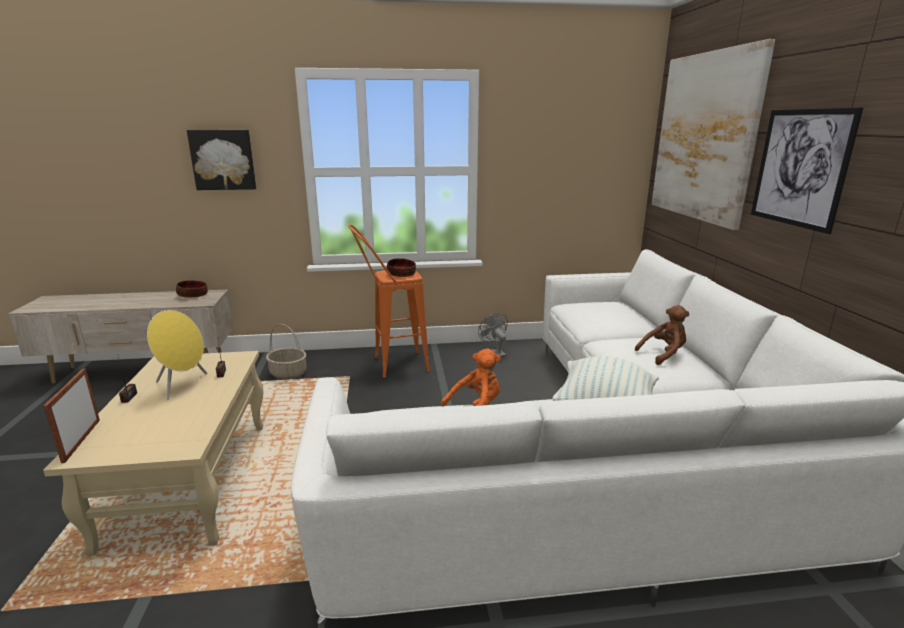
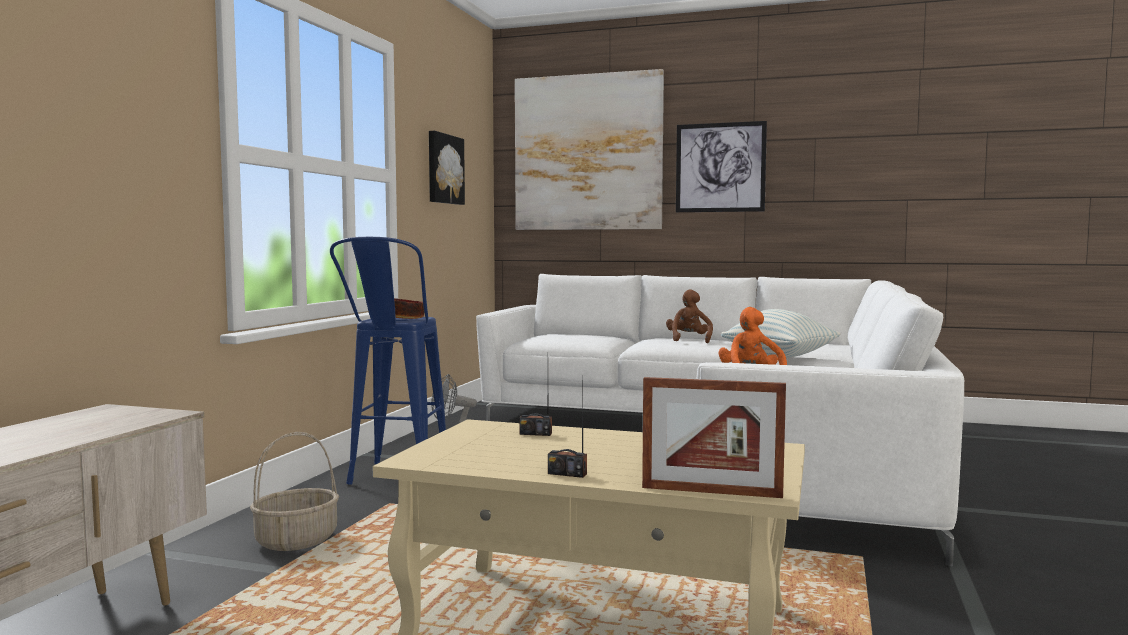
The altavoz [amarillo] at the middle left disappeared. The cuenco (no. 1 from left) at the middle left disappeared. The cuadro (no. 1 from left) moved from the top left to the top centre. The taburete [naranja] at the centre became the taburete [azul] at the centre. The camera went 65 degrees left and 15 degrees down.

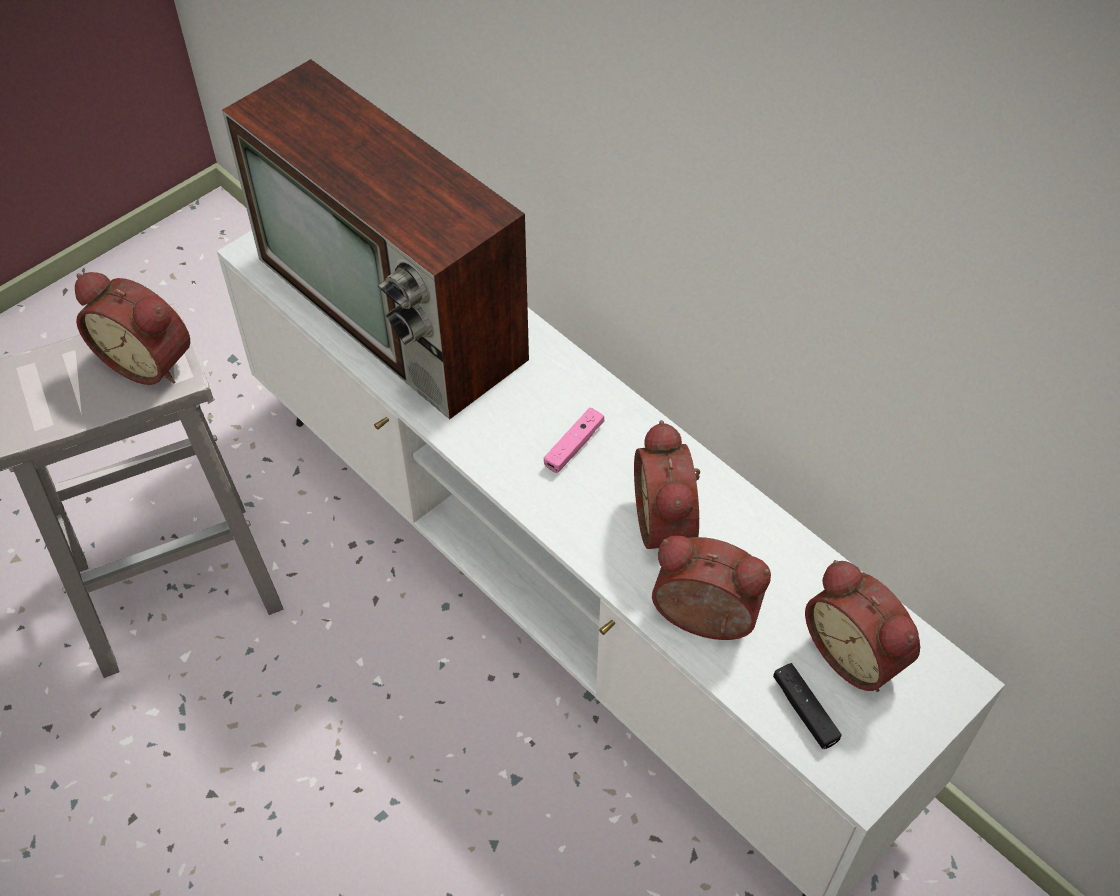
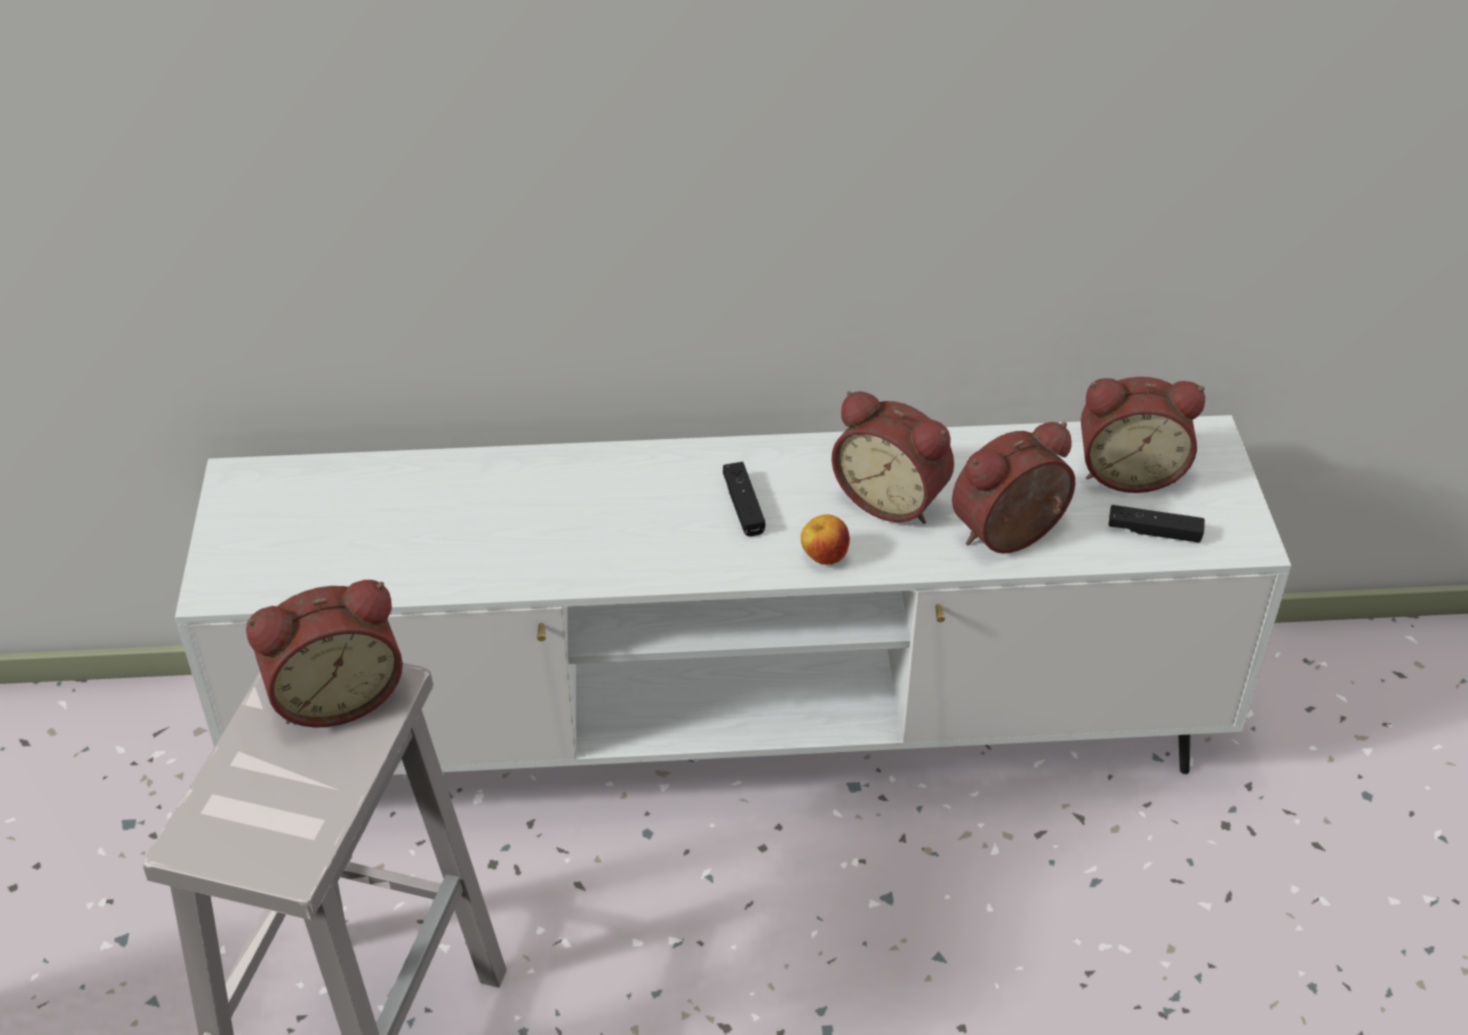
The televisor at the top centre disappeared. The manzana at the centre appeared. The mando de consola [rosa] at the centre became the mando de consola [negro] (no. 1 from left) at the centre. The camera went 50 degrees left and 10 degrees down.

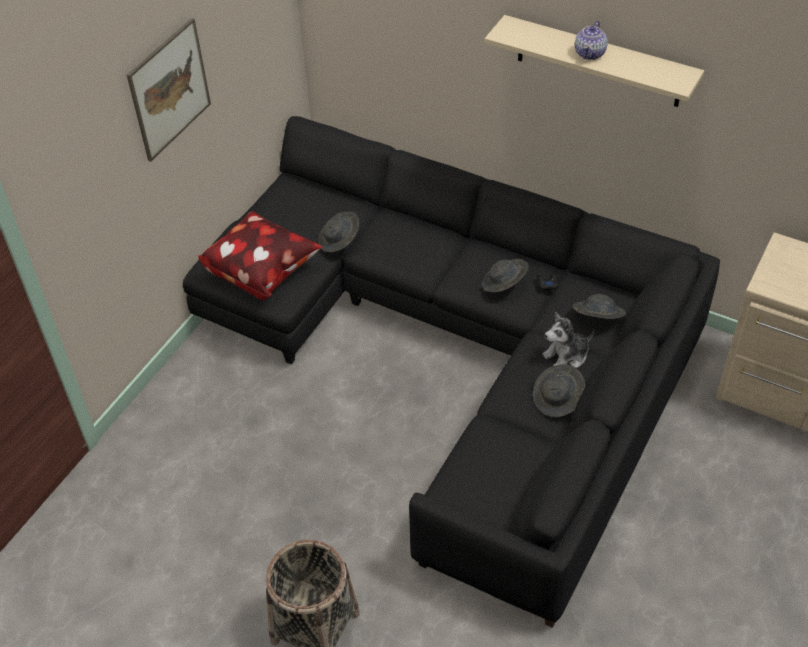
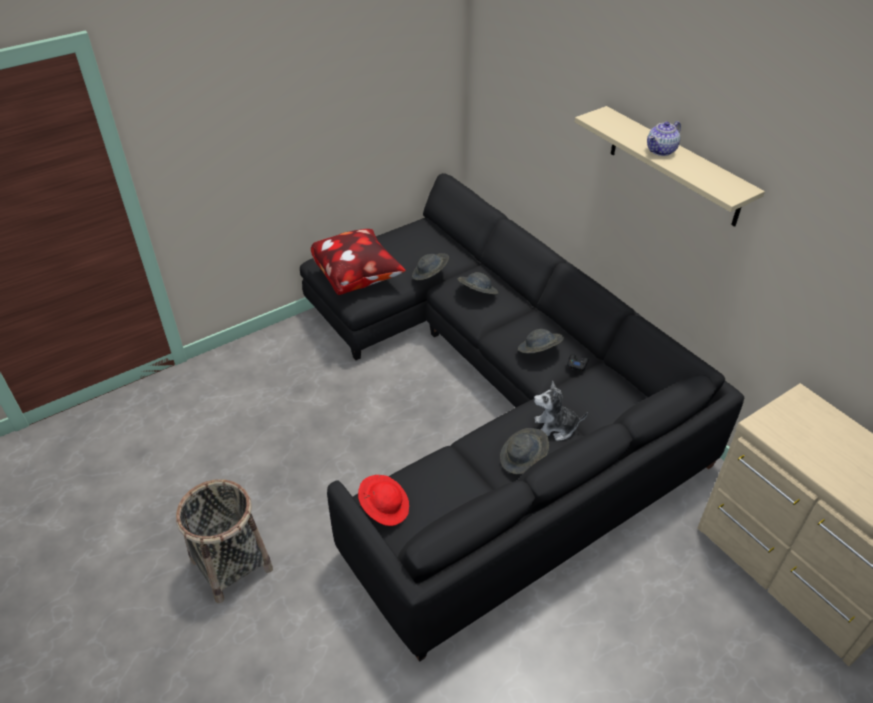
The cuadro at the top left disappeared. The sombrero [rojo] at the bottom centre appeared. The sombrero [gris] (no. 4 from left in the first image) moved from the middle right to the centre. The camera went 25 degrees right and 5 degrees down.

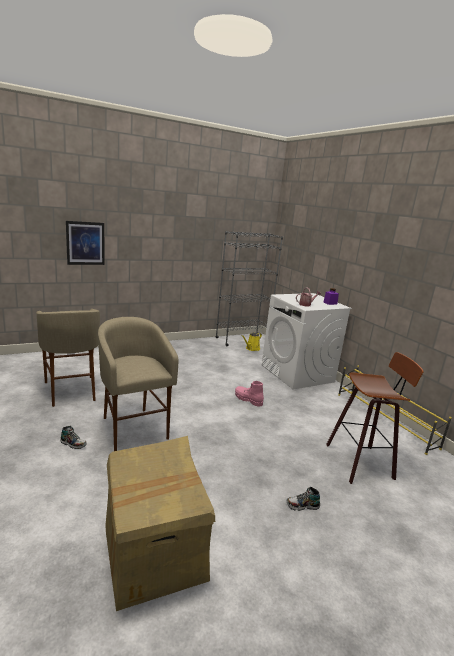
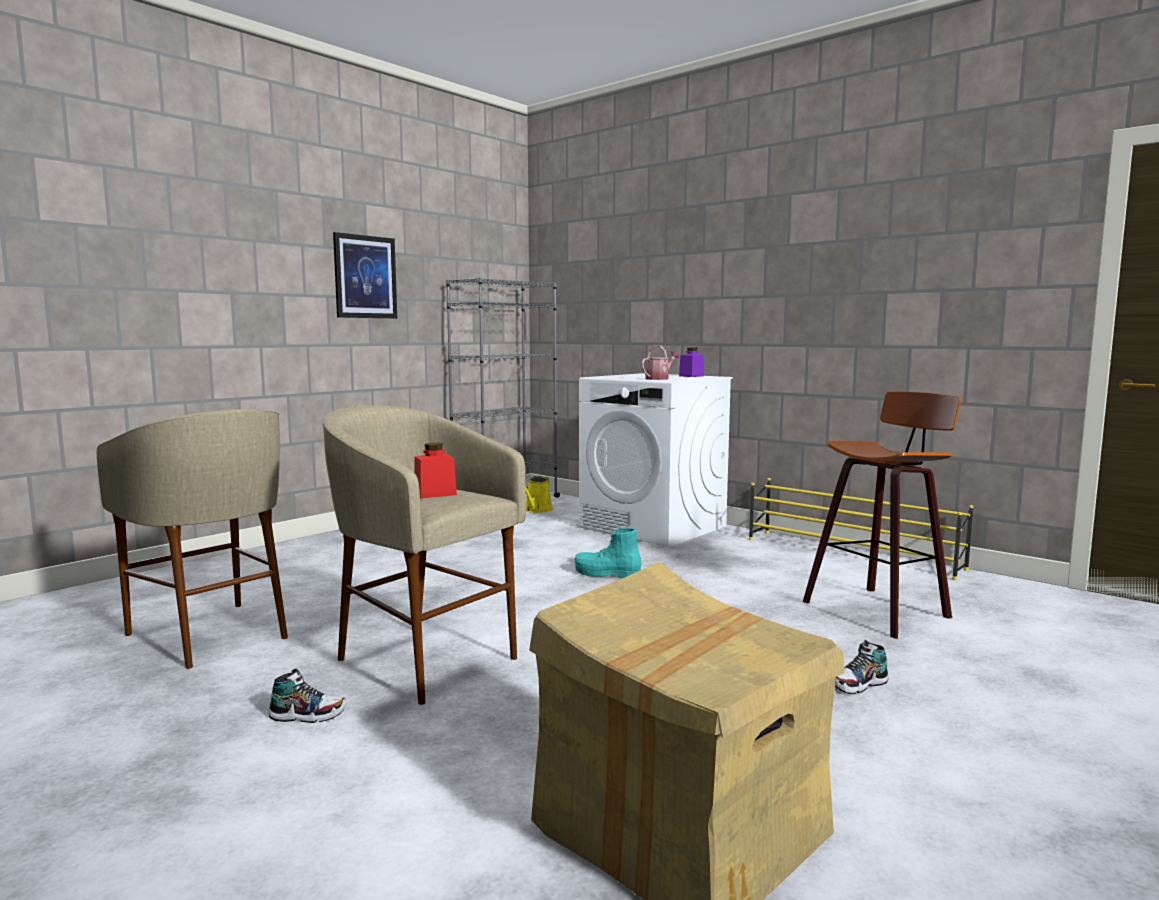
The tarro [rojo] at the centre appeared. The cuadro moved from the middle left to the top left. The bota [rosa] at the centre became the bota [turquesa] at the centre. The camera went 20 degrees left and 10 degrees down.

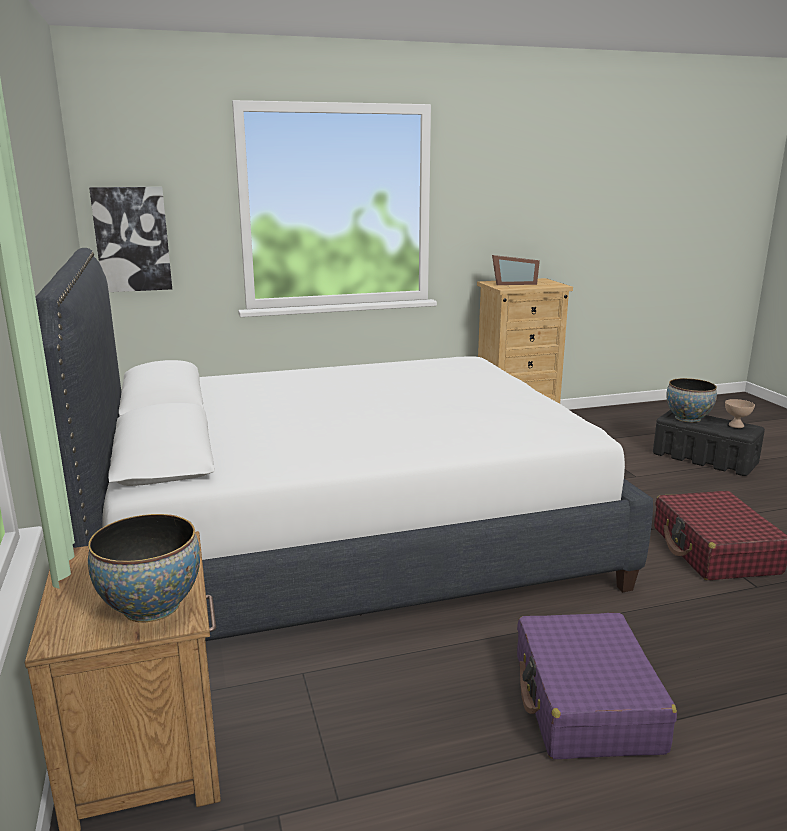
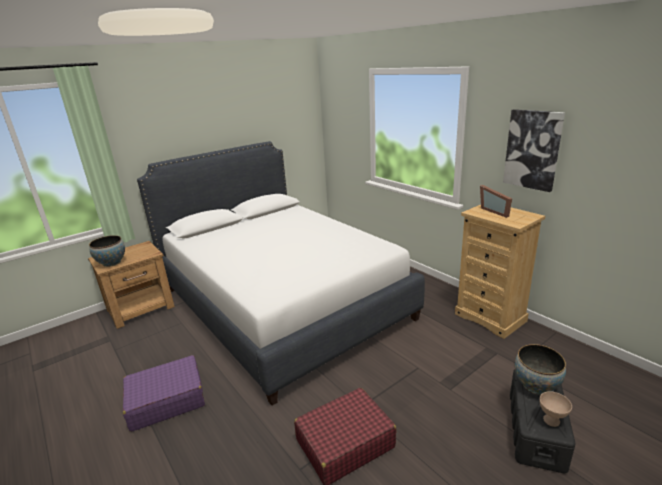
The cuadro moved from the top left to the top right. The camera went 70 degrees right and 5 degrees up.

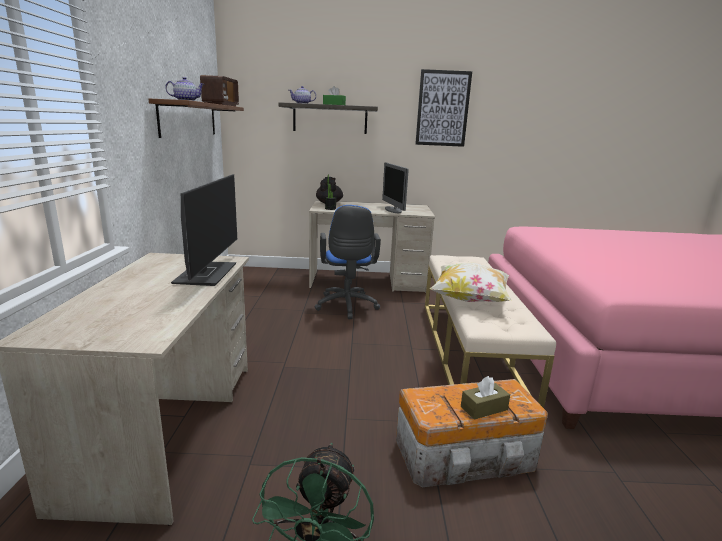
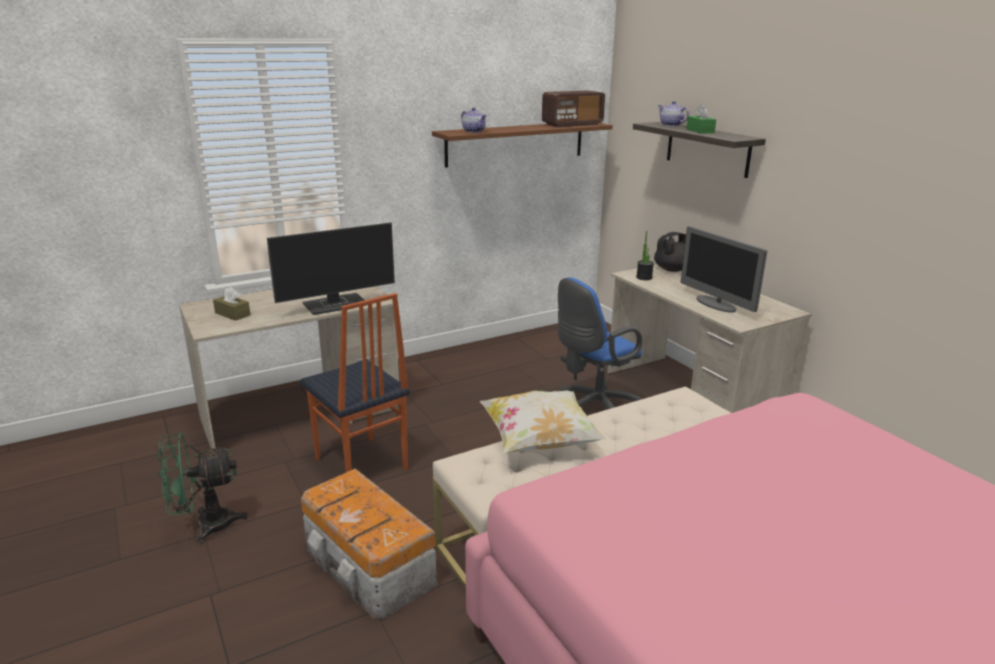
The cuadro at the top centre disappeared. The silla at the centre appeared. The caja de pañuelos [marrón] moved from the bottom right to the middle left. The monitor (no. 2 from left) at the centre turned 75 degrees counterclockwise. The camera went 60 degrees right and 5 degrees up.

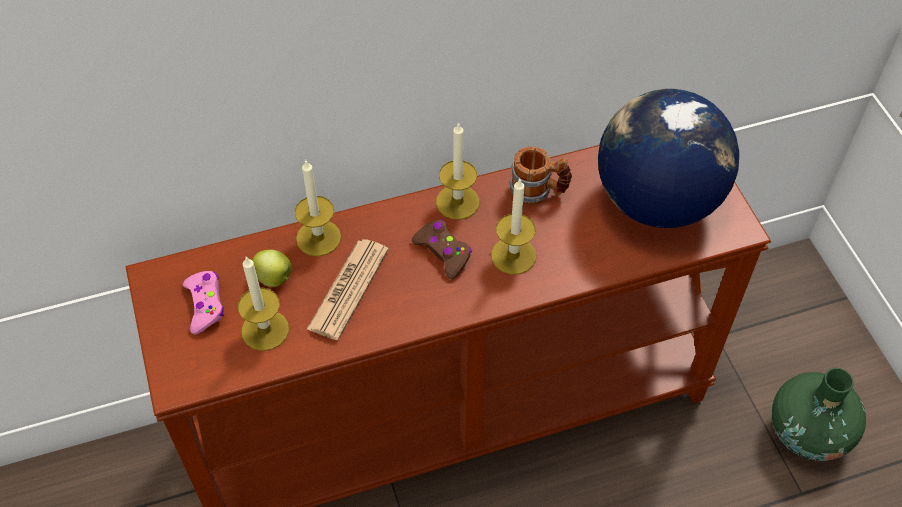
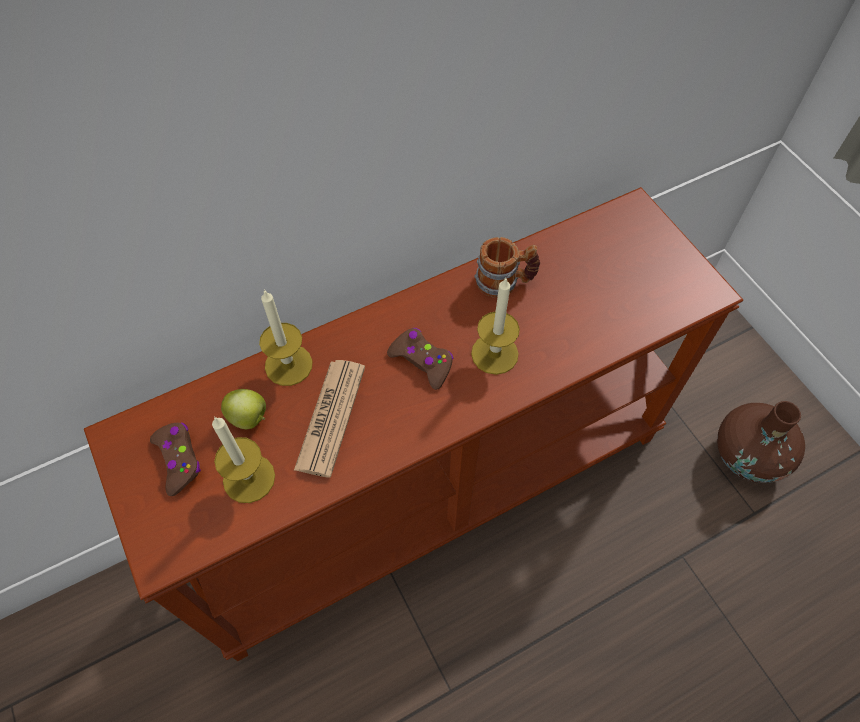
The vela (no. 3 from left) at the centre disappeared. The globo terráqueo at the top right disappeared. The mando de consola [rosa] at the middle left became the mando de consola [marrón] (no. 1 from left) at the middle left. The florero [verde] at the bottom right became the florero [marrón] at the middle right. The camera went 10 degrees left and 5 degrees up.

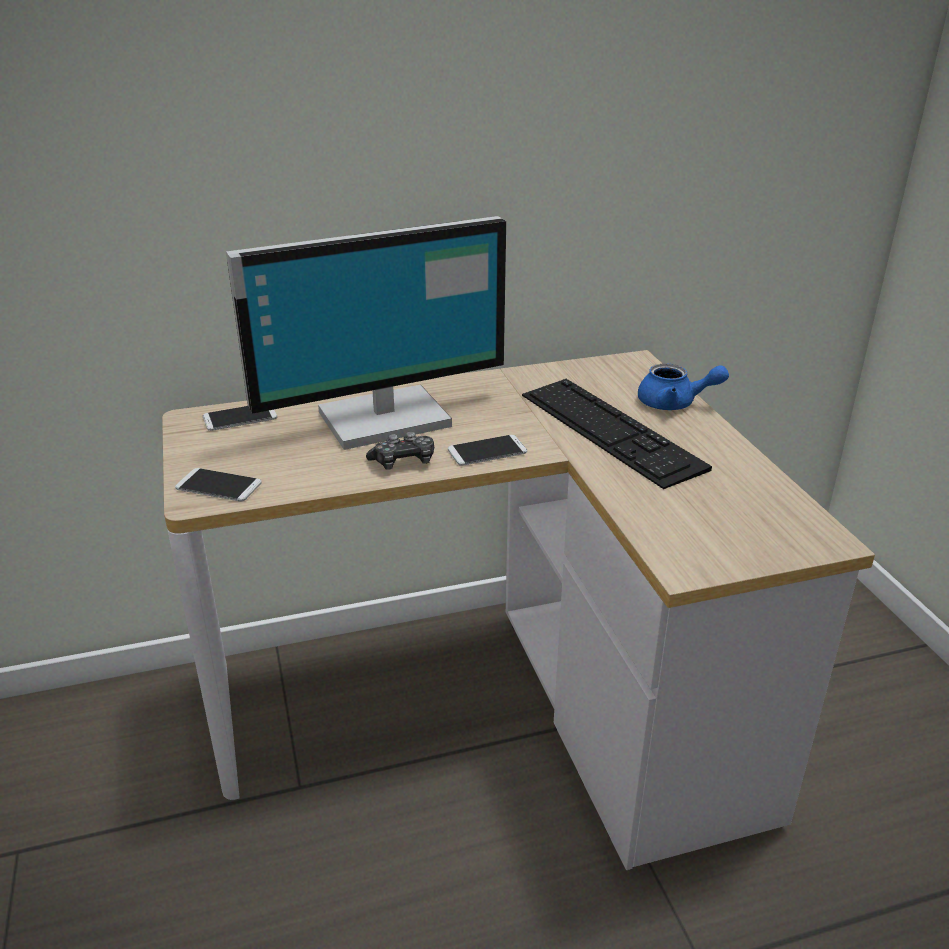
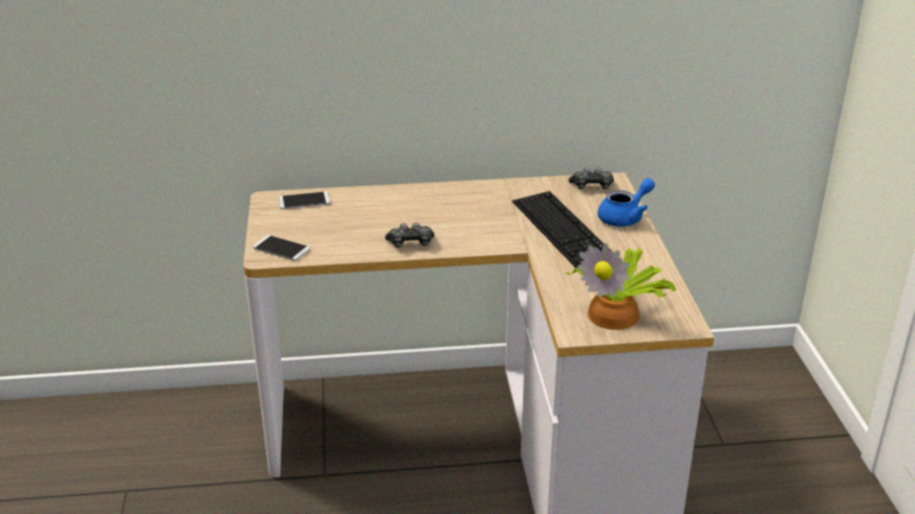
The monitor at the centre disappeared. The móvil (no. 3 from left) at the centre disappeared. The planta en maceta at the middle right appeared. The mando de consola (no. 2 from left) at the centre appeared. The tetera [azul] at the middle right turned 60 degrees counterclockwise. The camera went 10 degrees right and 0 degrees up.

